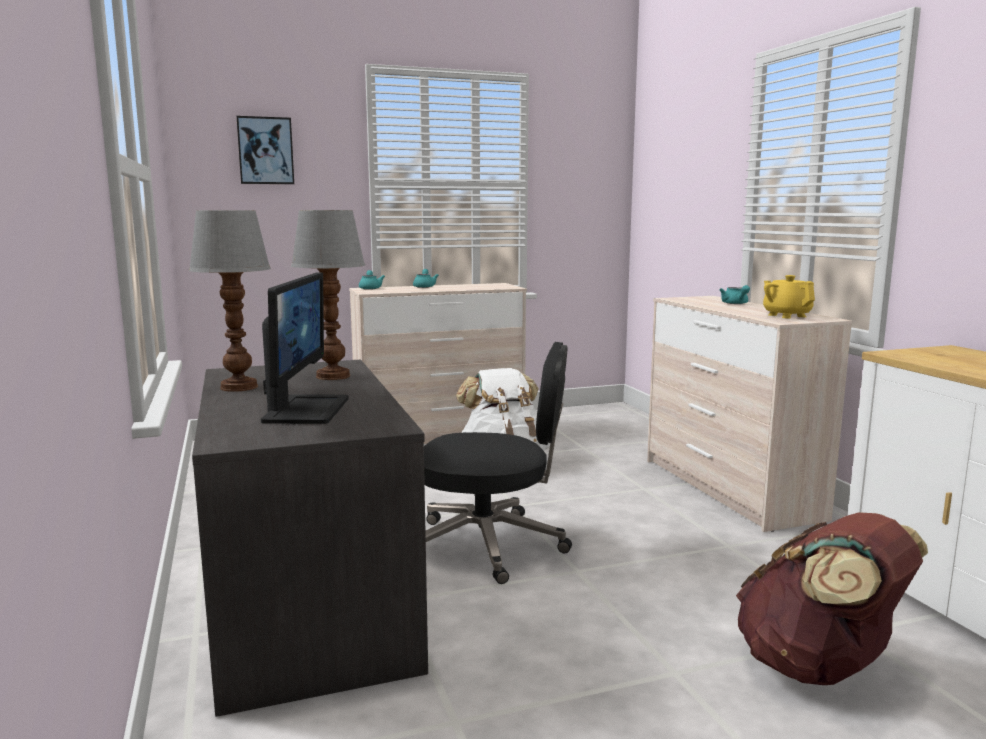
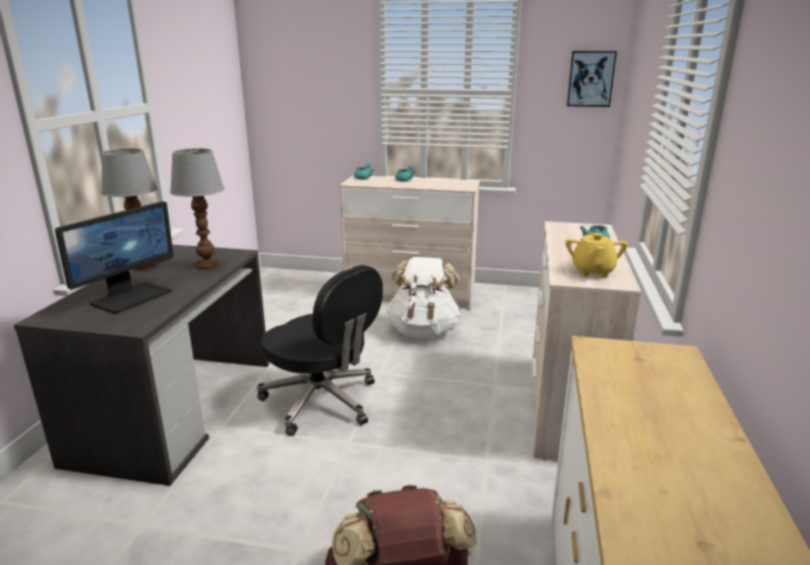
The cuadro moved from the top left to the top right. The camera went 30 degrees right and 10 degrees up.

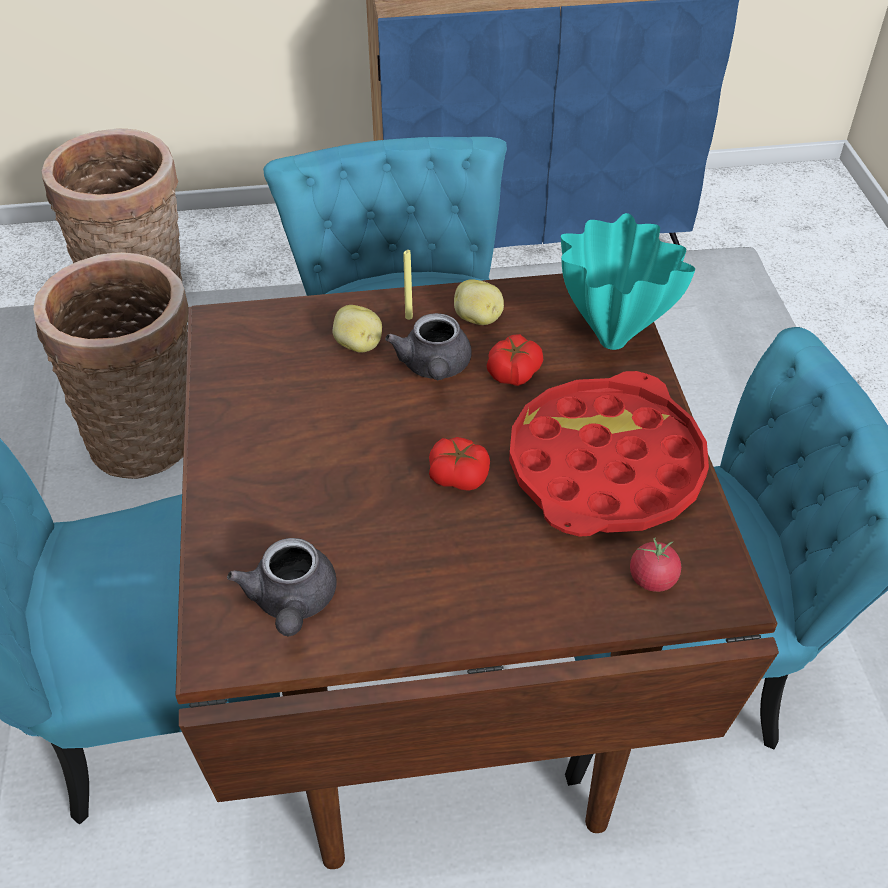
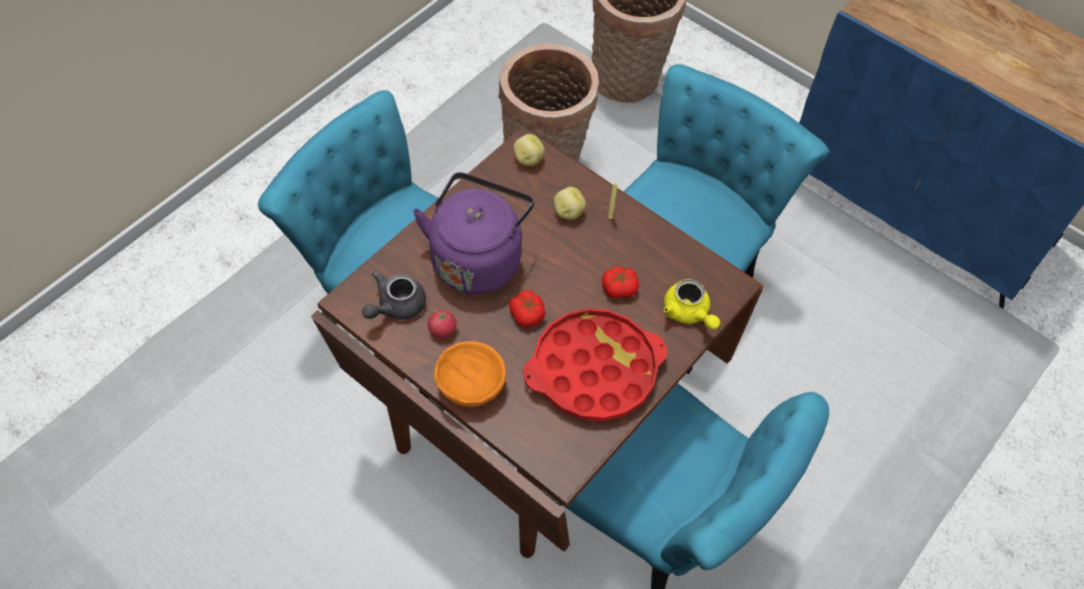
The tetera [gris] (no. 2 from left) at the centre disappeared. The hervidor [morado] at the centre appeared. The cuenco [naranja] at the centre appeared. The patata (no. 2 from left in the first image) moved from the centre to the top centre. The tomate (no. 3 from left in the first image) moved from the middle right to the centre. The florero [turquesa] at the top right was replaced by the tetera [amarillo] at the centre. The camera went 45 degrees right and 10 degrees up.

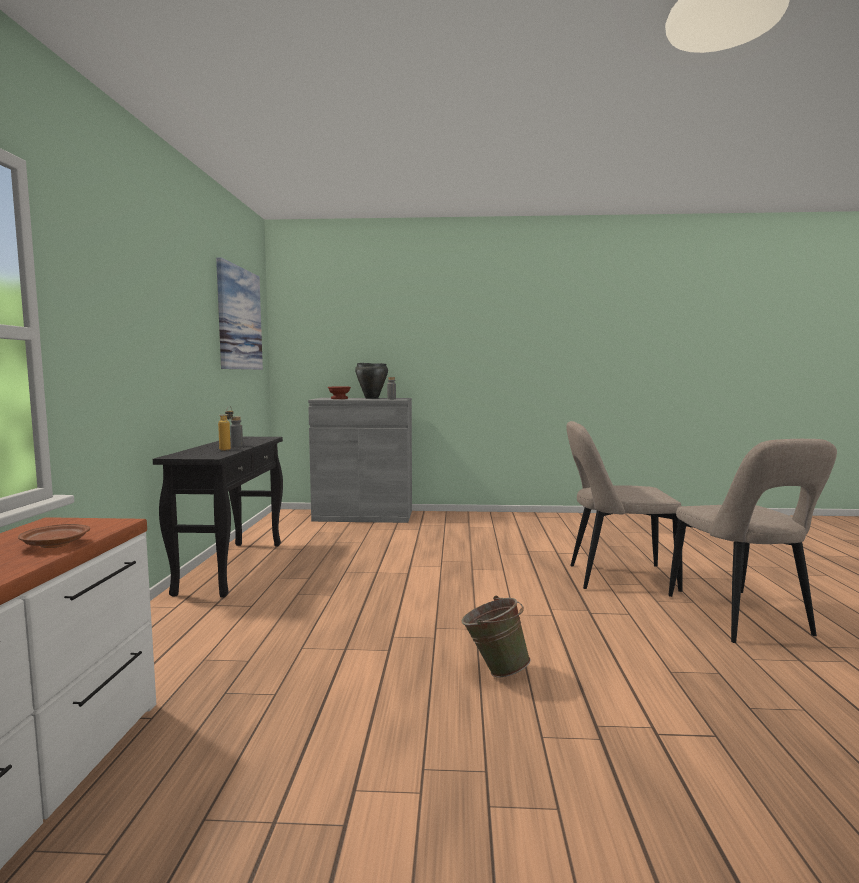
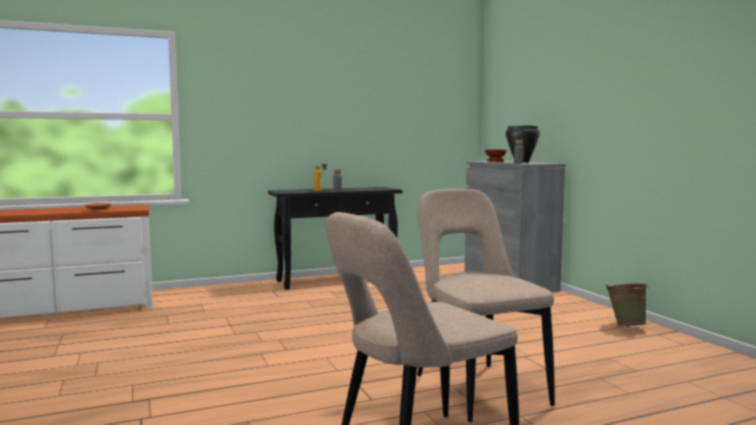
The cuadro at the middle left disappeared. The cubo [verde] moved from the bottom centre to the bottom right. The camera went 65 degrees right and 0 degrees up.

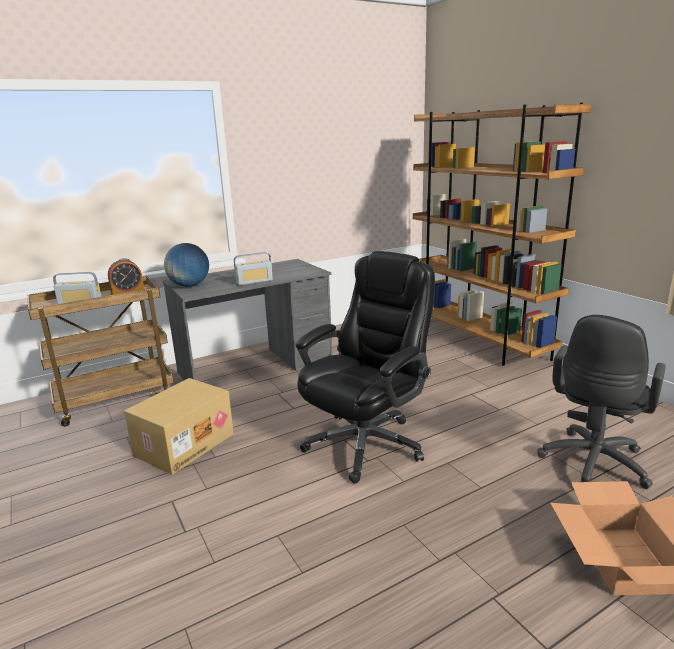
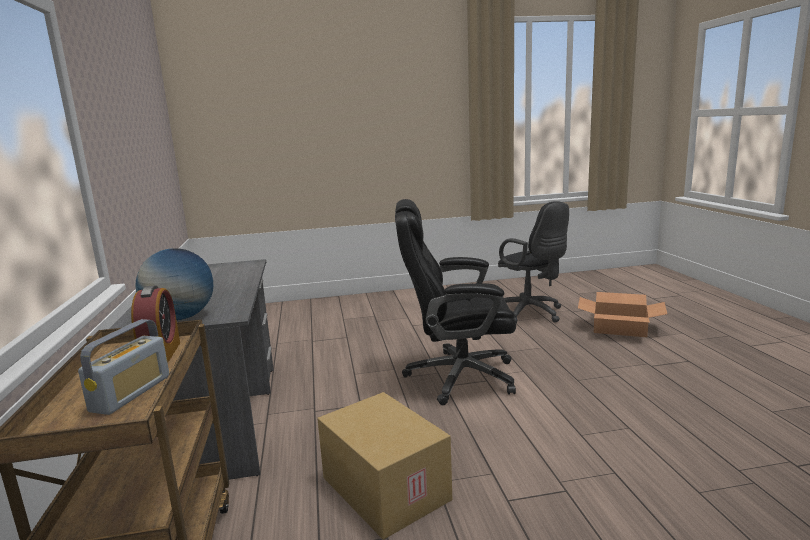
The radio (no. 2 from left) at the centre disappeared. The estantería [marrón] at the middle right disappeared. The silla de oficina [negro] (no. 1 from left) at the centre turned 60 degrees counterclockwise. The camera went 70 degrees left and 5 degrees down.

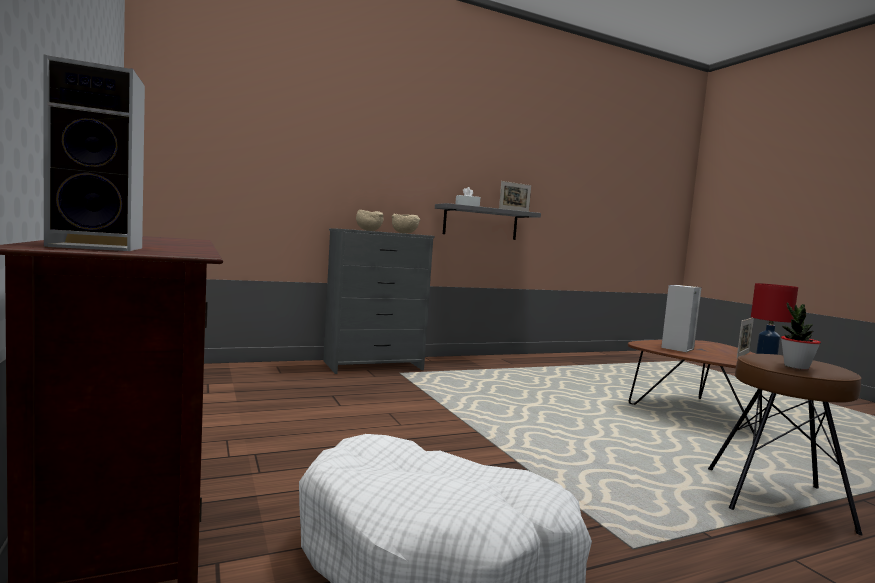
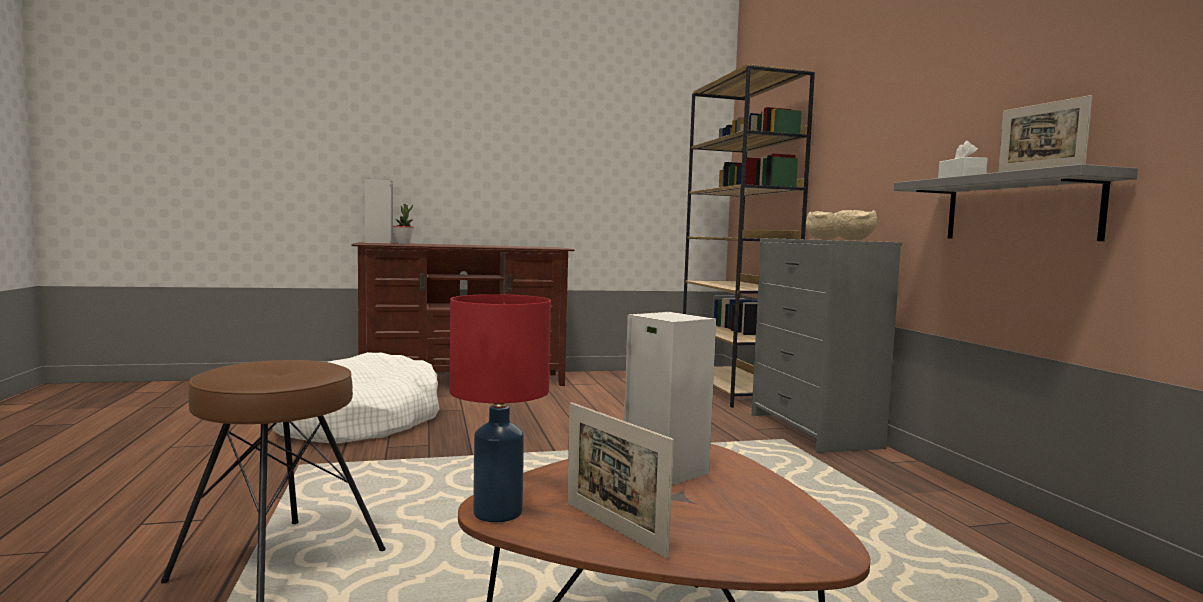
The estantería [marrón] at the centre appeared. The planta en maceta moved from the middle right to the centre. The camera went 100 degrees right and 0 degrees up.

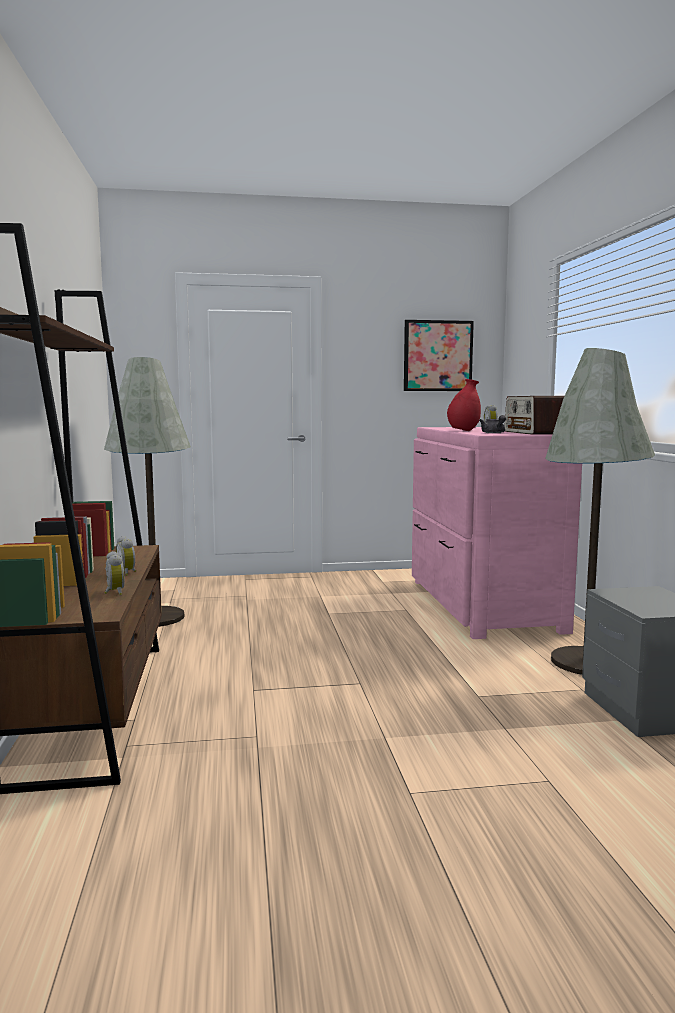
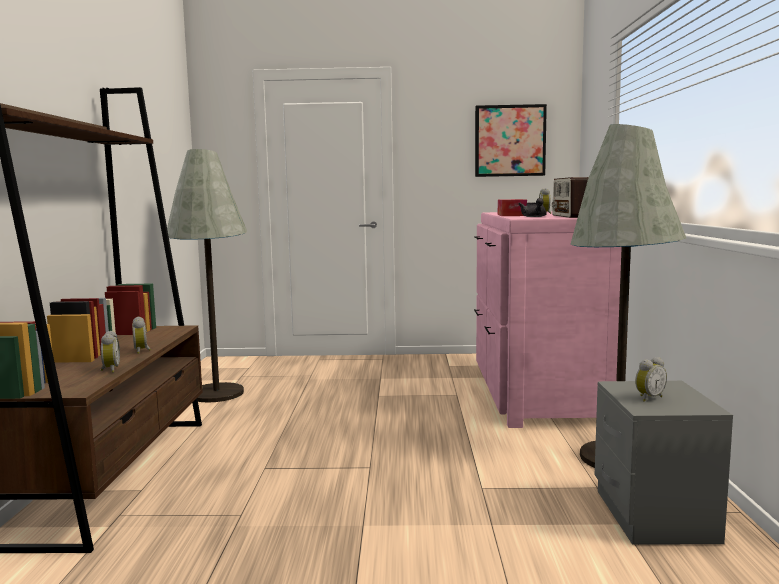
The despertador (no. 4 from left) at the middle right appeared. The florero [rojo] at the middle right was replaced by the caja de pañuelos at the centre. The camera went 10 degrees right and 0 degrees up.

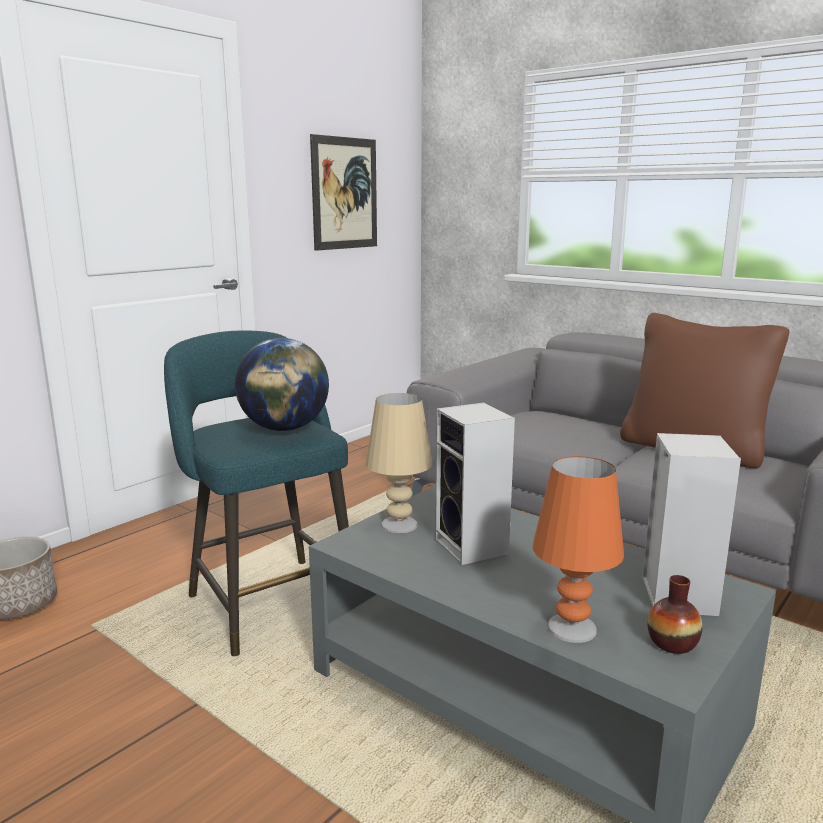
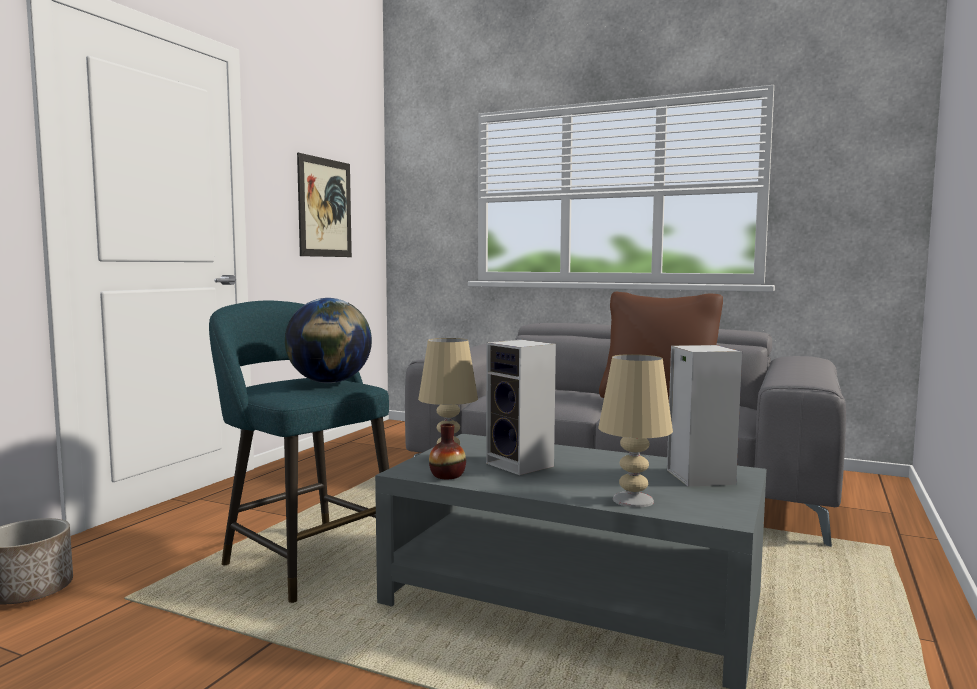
The florero moved from the bottom right to the centre. The lámpara de mesa [naranja] at the bottom right became the lámpara de mesa [beis] (no. 2 from left) at the centre. The camera went 15 degrees left and 10 degrees down.

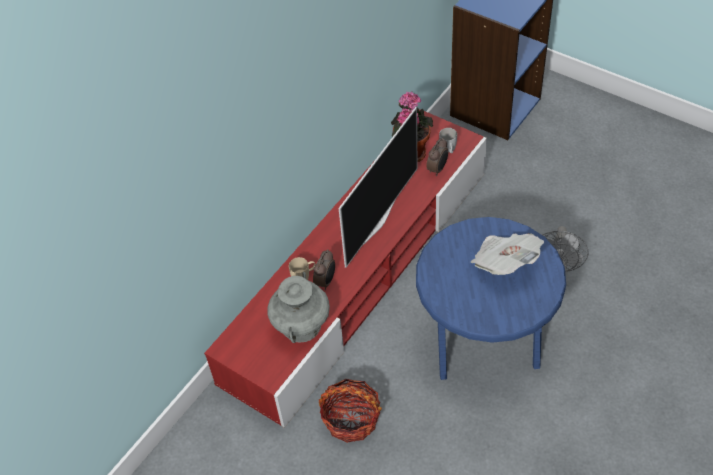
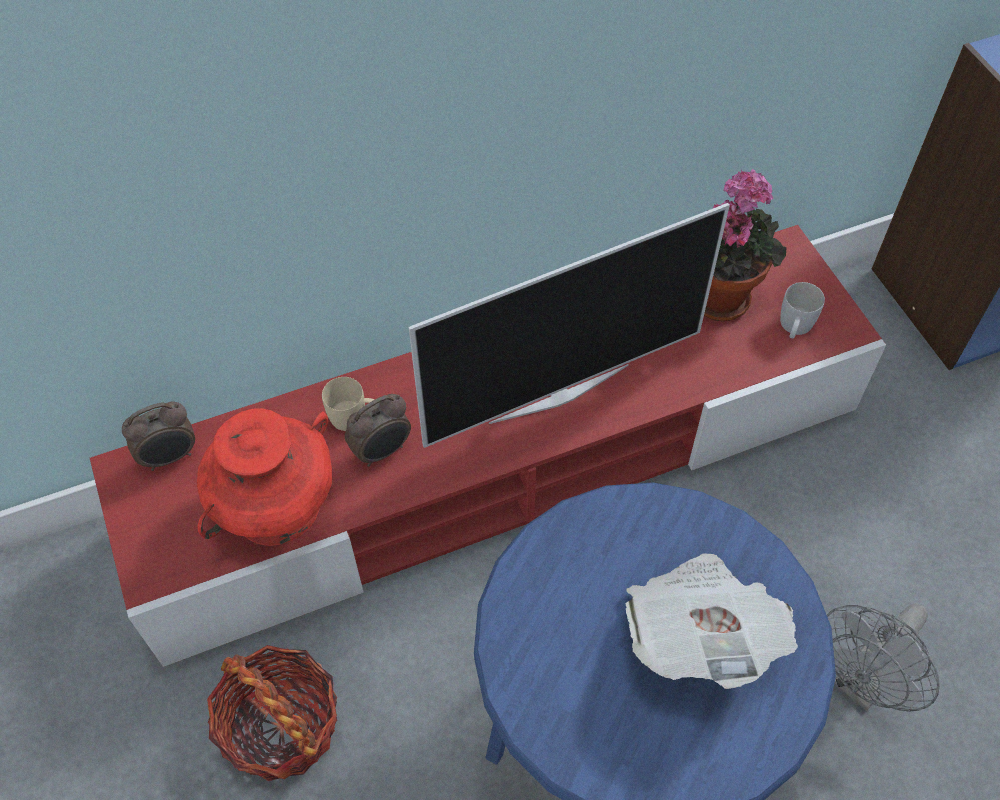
The despertador (no. 2 from left in the first image) moved from the top centre to the middle left. The florero [gris] at the centre became the florero [rojo] at the middle left. The camera went 30 degrees right and 5 degrees up.

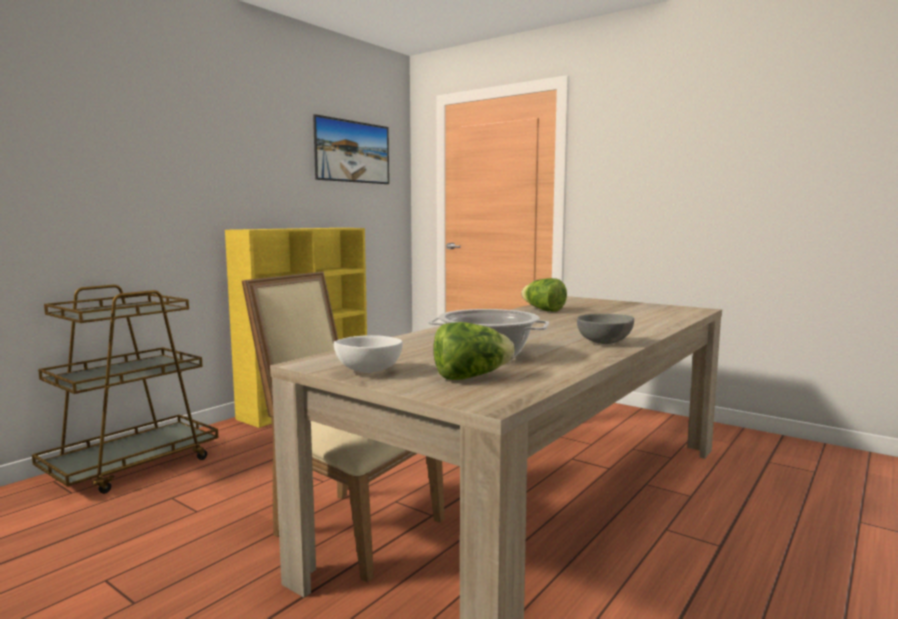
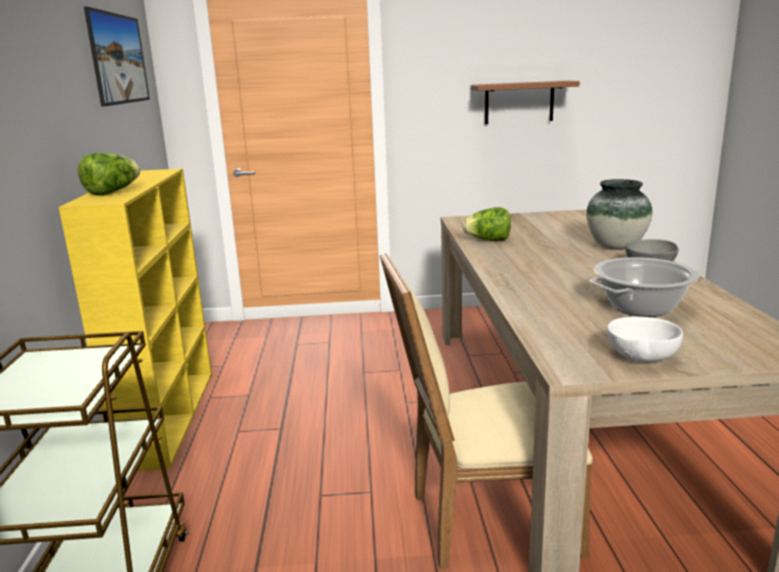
The estante [marrón] at the top right appeared. The florero at the middle right appeared. The lechuga (no. 1 from left) moved from the centre to the top left. The camera went 40 degrees left and 10 degrees up.

